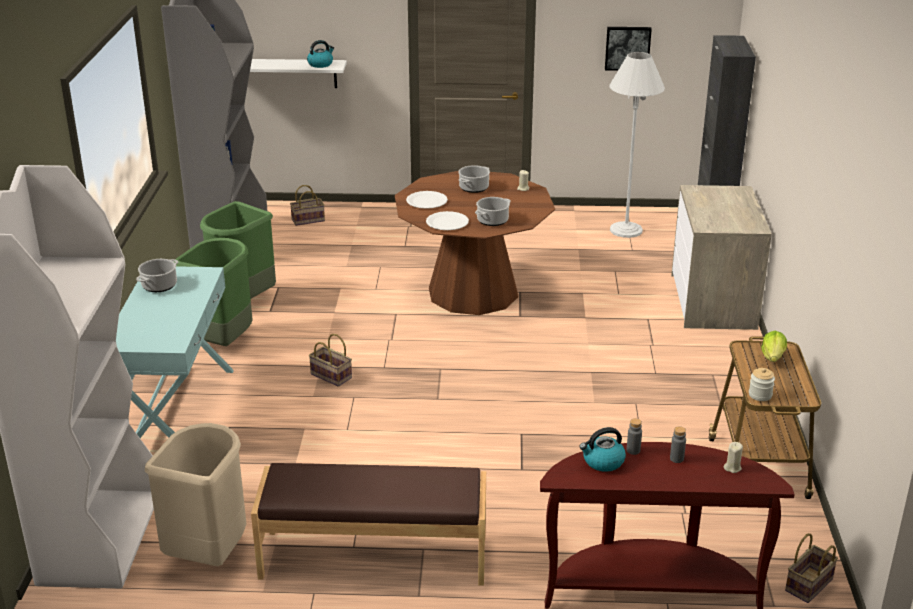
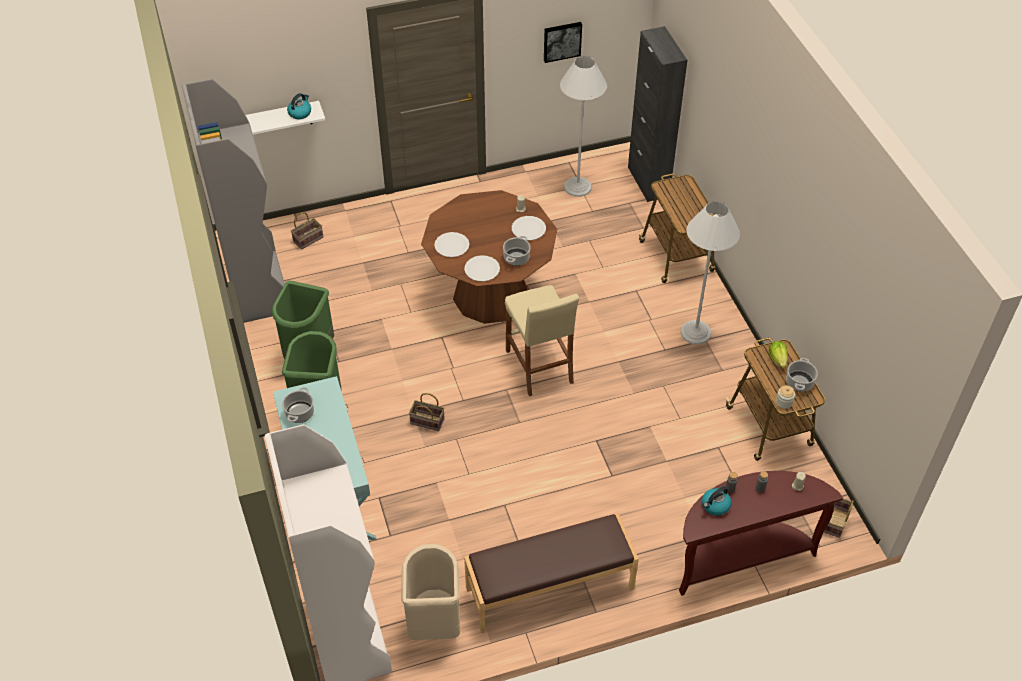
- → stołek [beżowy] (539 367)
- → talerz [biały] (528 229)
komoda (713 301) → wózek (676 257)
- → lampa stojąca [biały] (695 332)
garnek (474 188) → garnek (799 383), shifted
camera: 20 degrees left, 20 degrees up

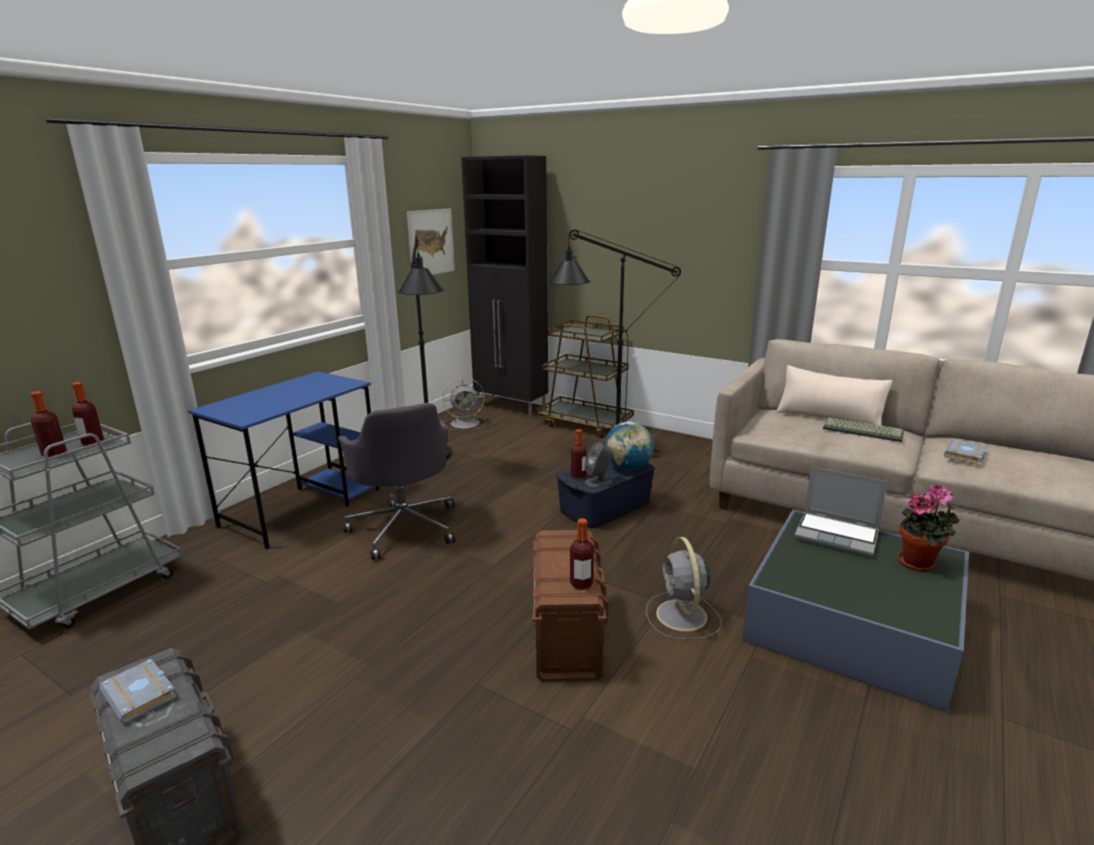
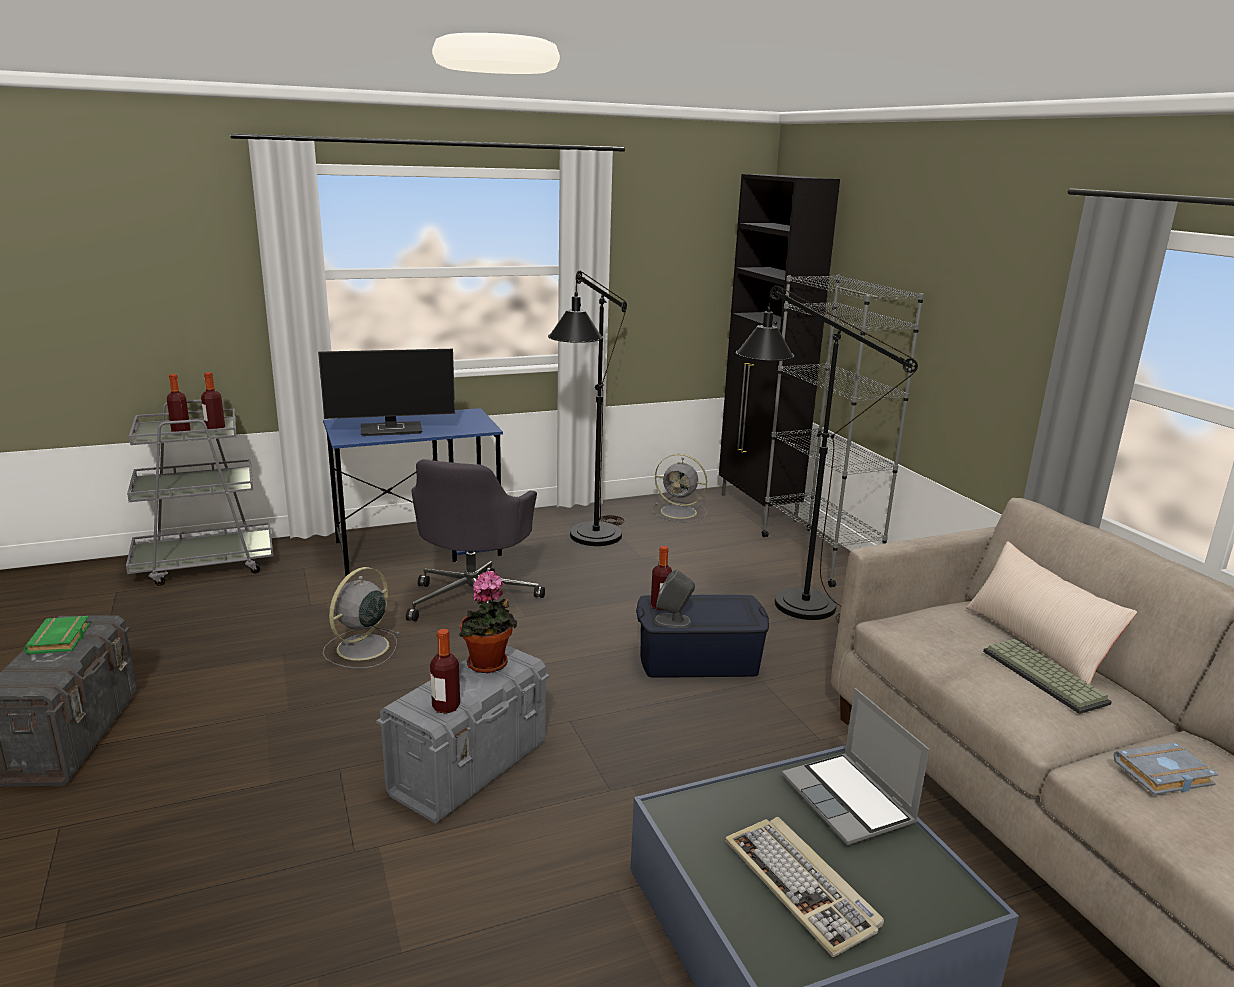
książka [szary] (142 695) → książka [zielony] (61 640)
- → monitor (392 429)
wentylator [szary] (682 617) → wentylator [szary] (361 648), shifted
pojemnik do przechowywania [brązowy] (566 634) → pojemnik do przechowywania [szary] (470 768)
roślina doniczkowa (920 563) → roślina doniczkowa (489 665), shifted
- → klawiatura (802 887)
wózek [brązowy] (585 424) → regał [szary] (819 556)
obraz (431 242) → -
globus (628 468) → -
camera: 35 degrees right, 0 degrees up

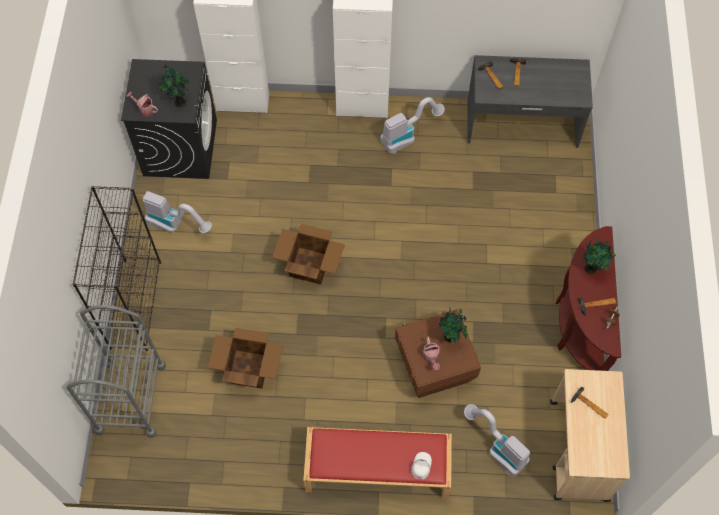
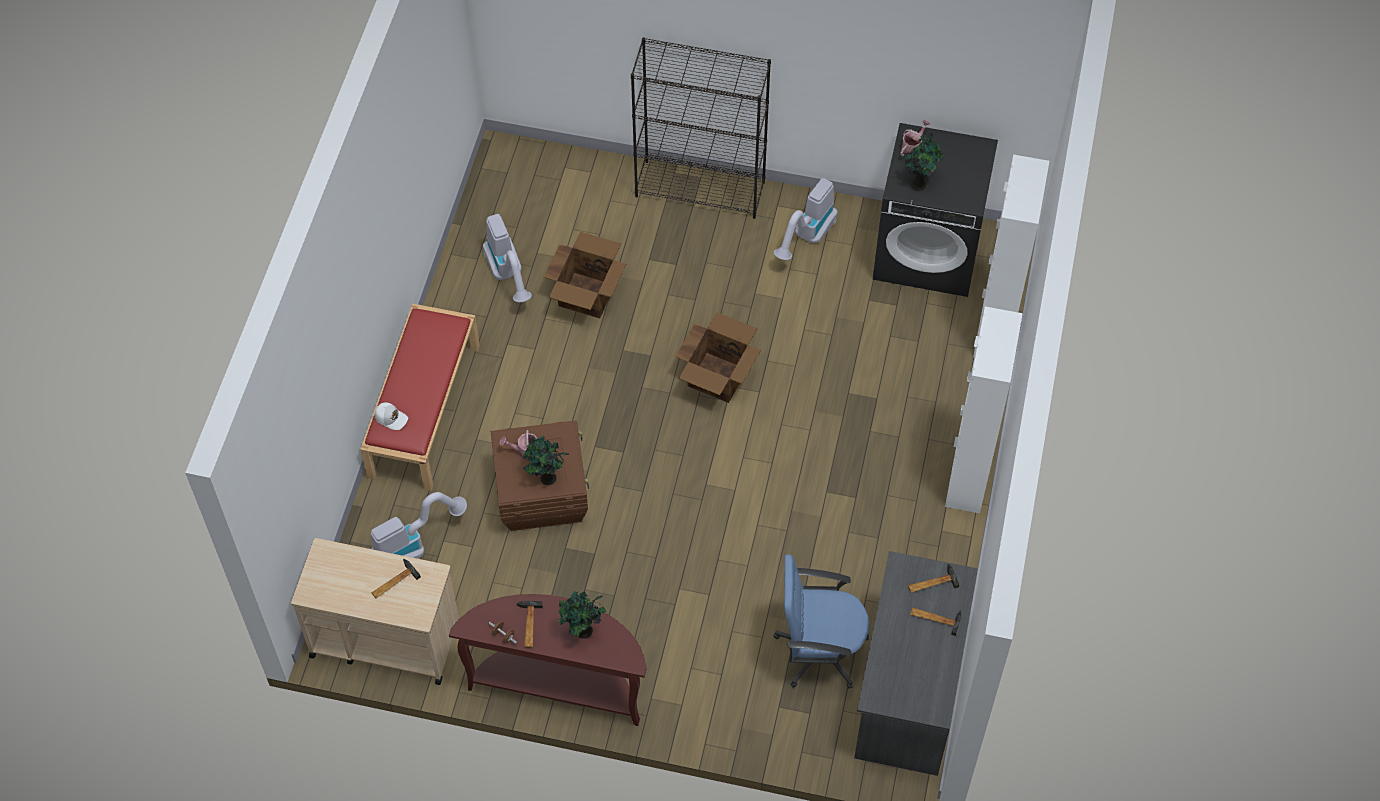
odkurzacz (407 136) → odkurzacz (508 275), shifted
- → krzesło biurowe [niebieski] (819 650)
wózek [szary] (131 398) → -
camera: 100 degrees right, 5 degrees down

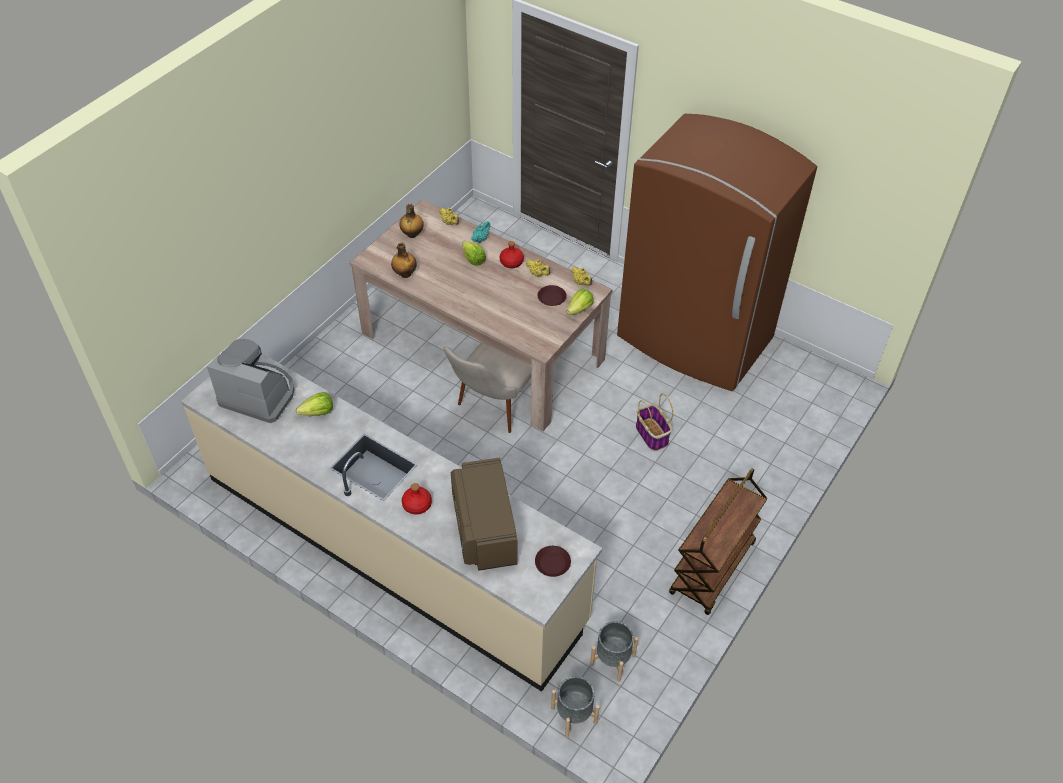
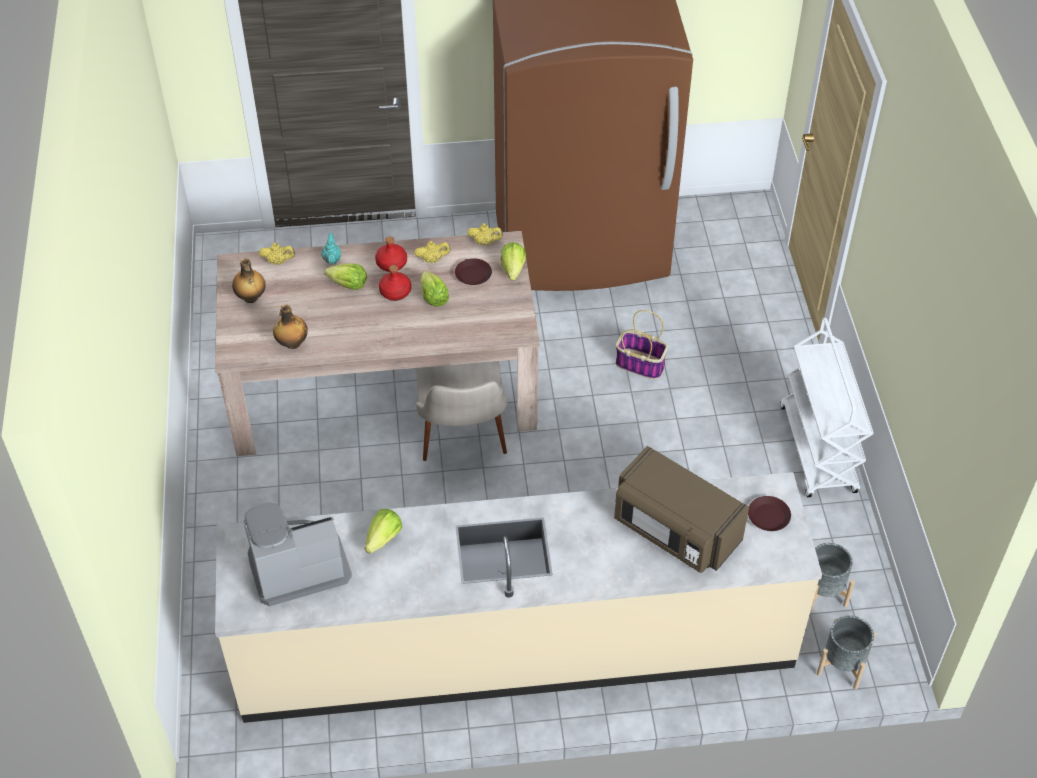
butelka [czerwony] (417 504) → butelka [czerwony] (395 292), shifted
- → sałata (433 297)
wózek [brązowy] (712 569) → wózek [biały] (818 450)
camera: 40 degrees left, 0 degrees up

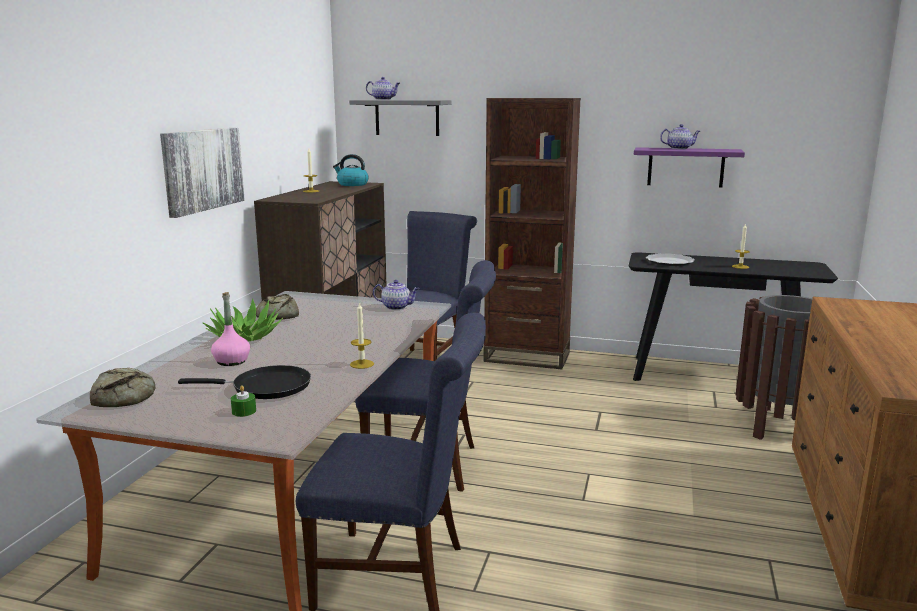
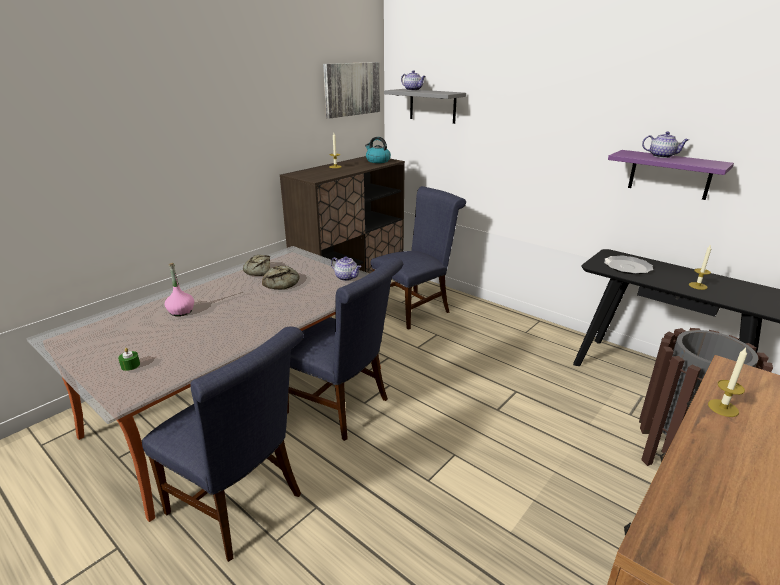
chleb (126 396) → chleb (283 282), shifted
obraz (202 169) → obraz (351 89), shifted
świeca (362 364) → świeca (723 408), shifted
patelnia [czarny] (266 387) → -
roślina doniczkowa (245 336) → -
regał [brązowy] (527 356) → -
camera: 25 degrees right, 10 degrees up

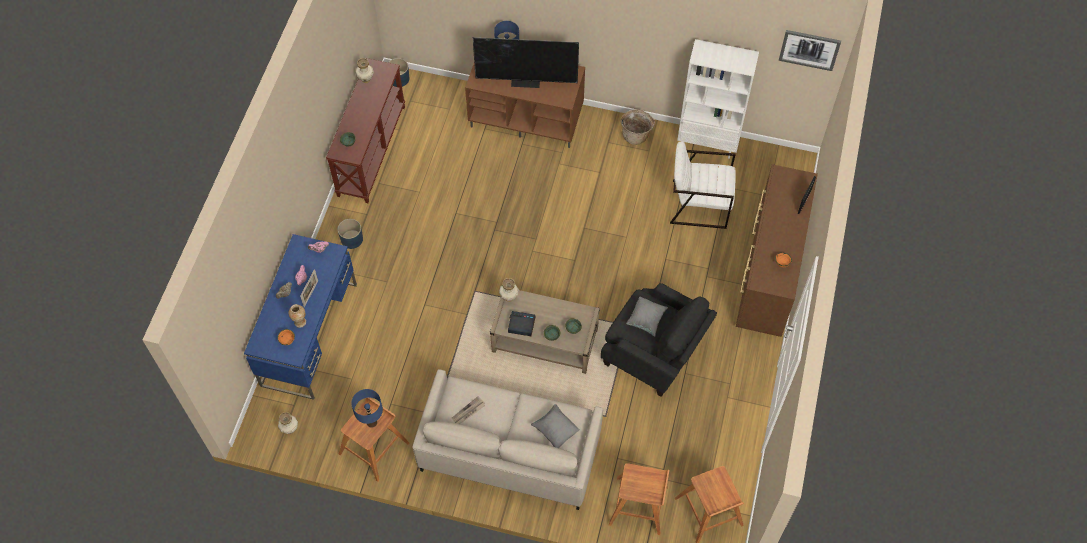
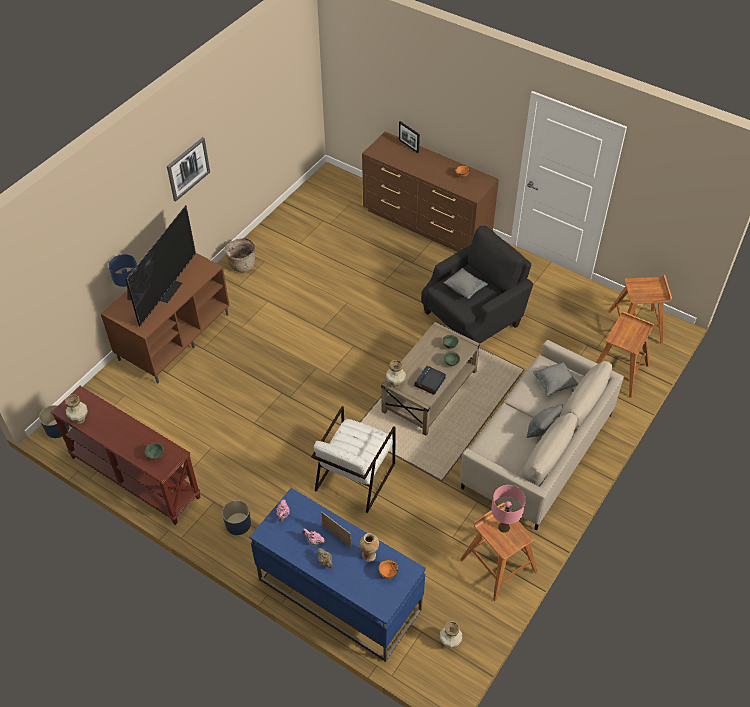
obraz (809 49) → obraz (188 168), shifted
fotel [biały] (699 204) → fotel [biały] (354 477), shifted
lampa stołowa [niebieski] (372 422) → lampa stołowa [różowy] (503 527)
- → poduszka [szary] (541 430)
gazeta (468 412) → -
regał [biały] (708 143) → -
camera: 70 degrees left, 10 degrees down

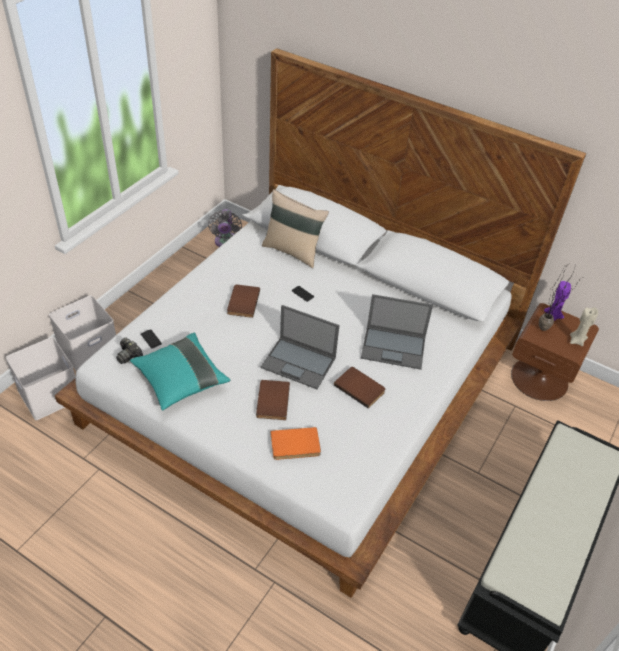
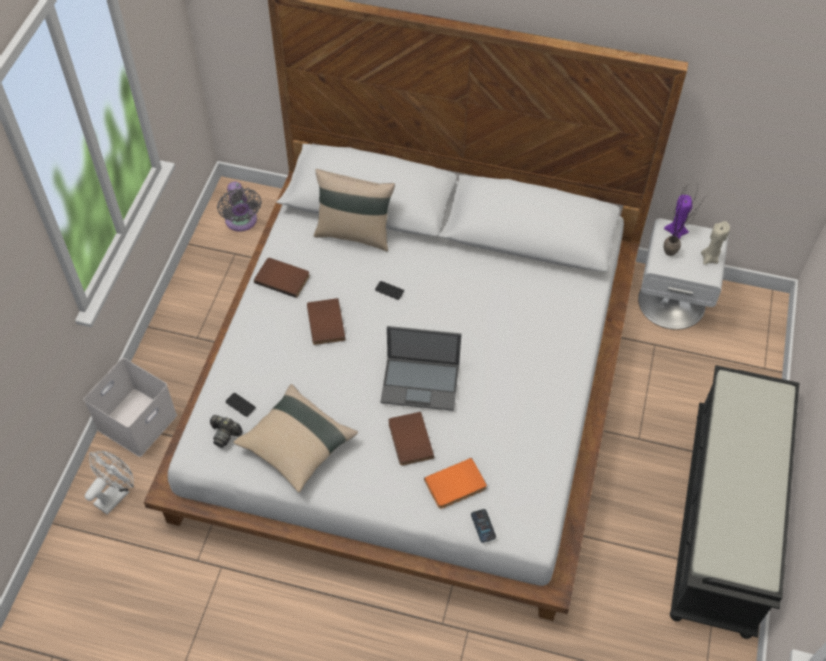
pojemnik do przechowywania [biały] (47 393) → wentylator [biały] (115 494)
poduszka [turkusowy] (180 380) → poduszka [beżowy] (297 446)
książka [brązowy] (360 387) → książka [brązowy] (283 277), shifted
- → telefon (483 526)
szafka nocna [brązowy] (539 378) → szafka nocna [biały] (671 301)
laptop (394 347) → -
camera: 15 degrees left, 10 degrees up

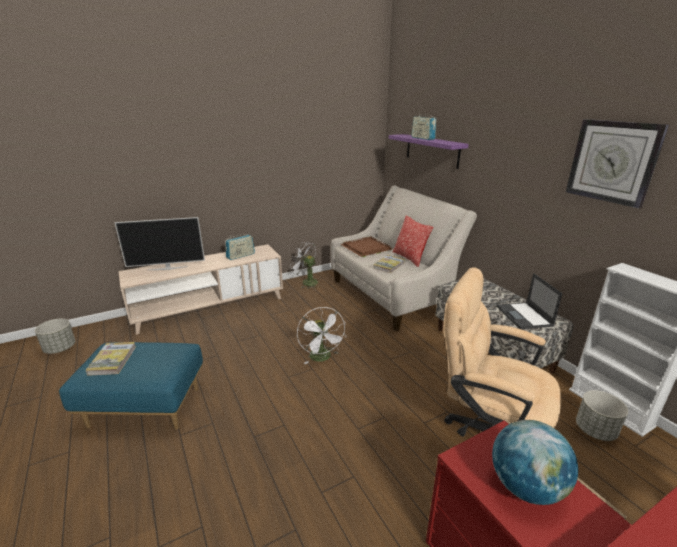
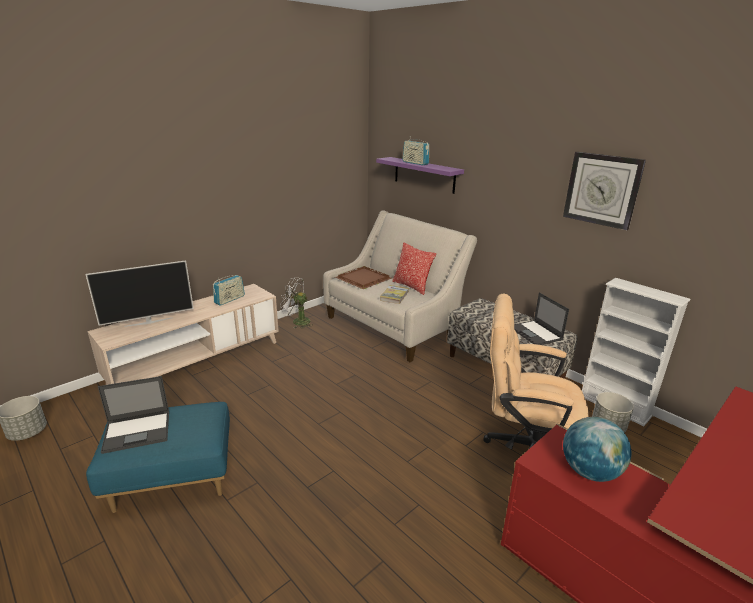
książka (112 360) → laptop (138 431)
wentylator [biały] (322 358) → -
camera: 15 degrees left, 0 degrees up

